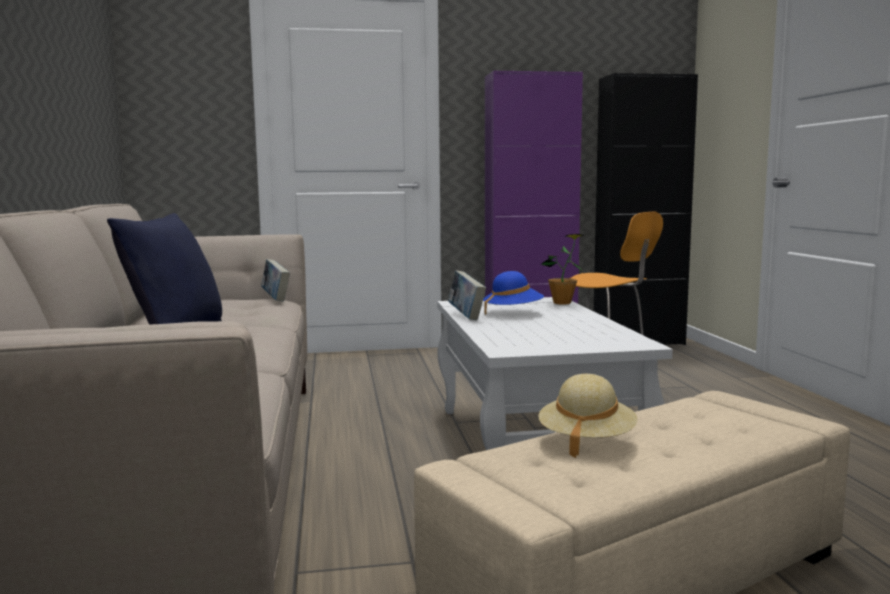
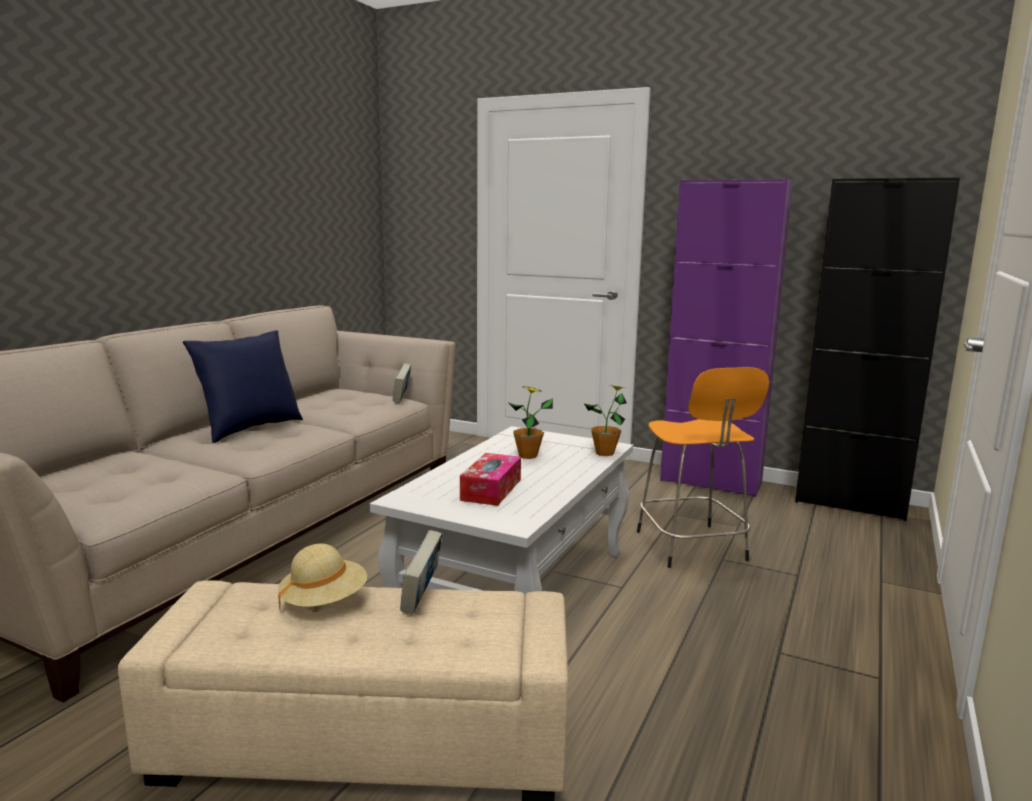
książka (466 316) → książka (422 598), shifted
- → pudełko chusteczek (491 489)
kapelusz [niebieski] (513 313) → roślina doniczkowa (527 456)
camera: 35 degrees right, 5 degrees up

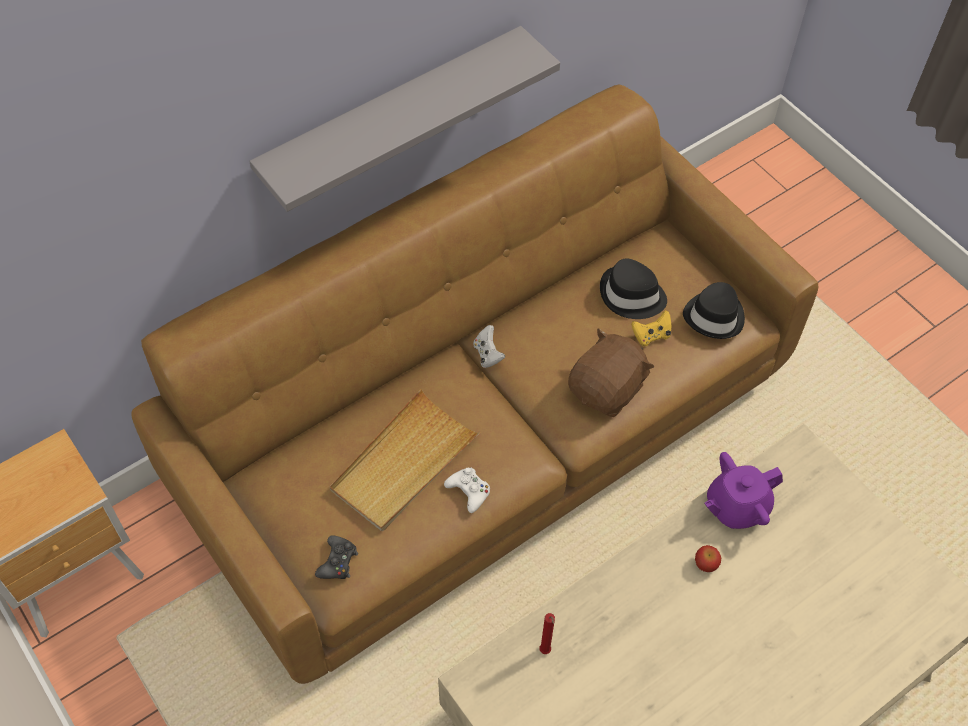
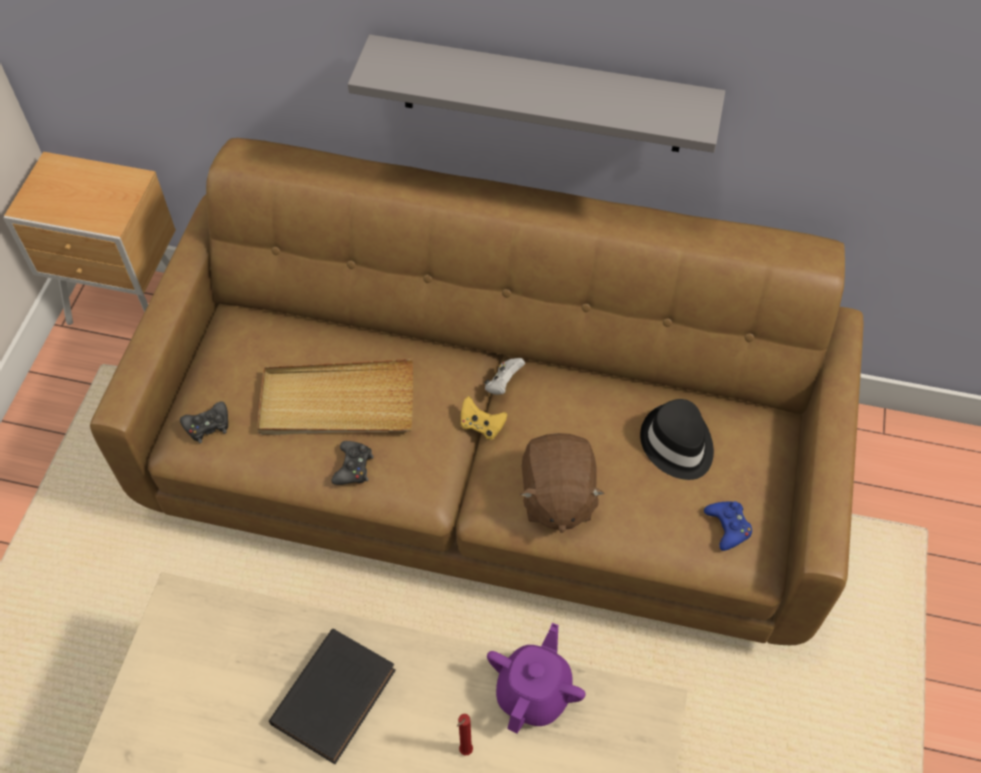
- → książka [czarny] (336 694)
pad do gier [biały] (469 491) → pad do gier [czarny] (353 467)
świeca [czerwony] (545 652) → świeca [czerwony] (464 752), shifted
pad do gier [żółty] (651 335) → pad do gier [żółty] (481 426), shifted
imbryk [fioletowy] (736 506) → imbryk [fioletowy] (534 692), 90 degrees clockwise
pluszak [brązowy] (607 389) → pluszak [brązowy] (556 496), 90 degrees clockwise
kapelusz [czarny] (715 316) → pad do gier [niebieski] (728 527)
jabłko (705 564) → -
camera: 50 degrees right, 0 degrees up

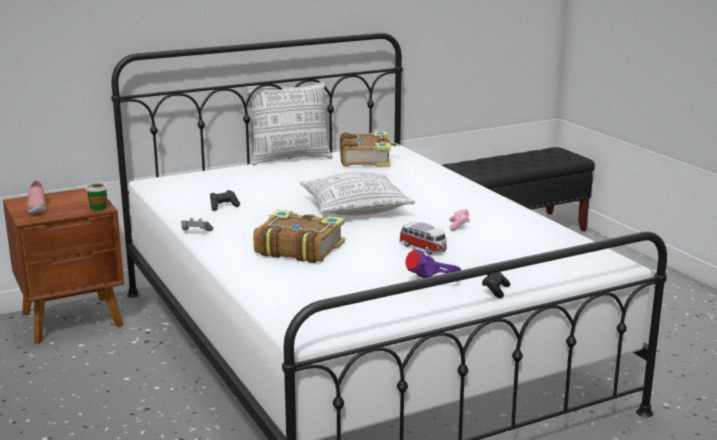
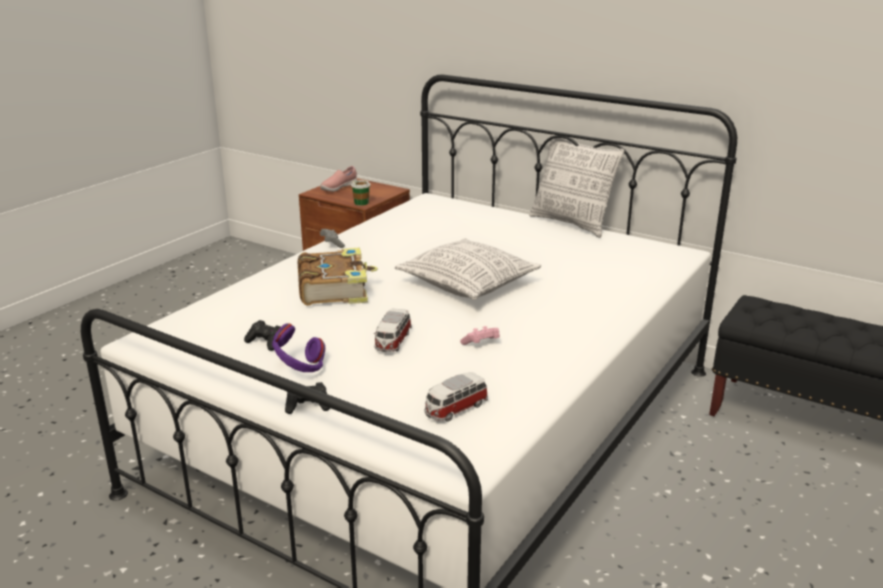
pad do gier [czarny] (223 206) → pad do gier [czarny] (265 342), shifted
- → samochodzik (455 409)
książka (366 159) → -
camera: 60 degrees right, 5 degrees up

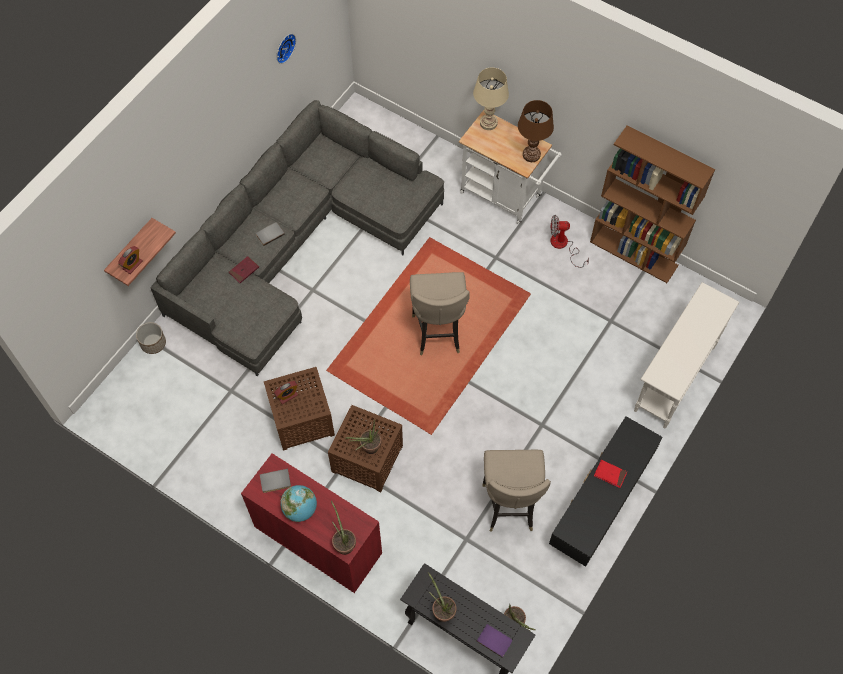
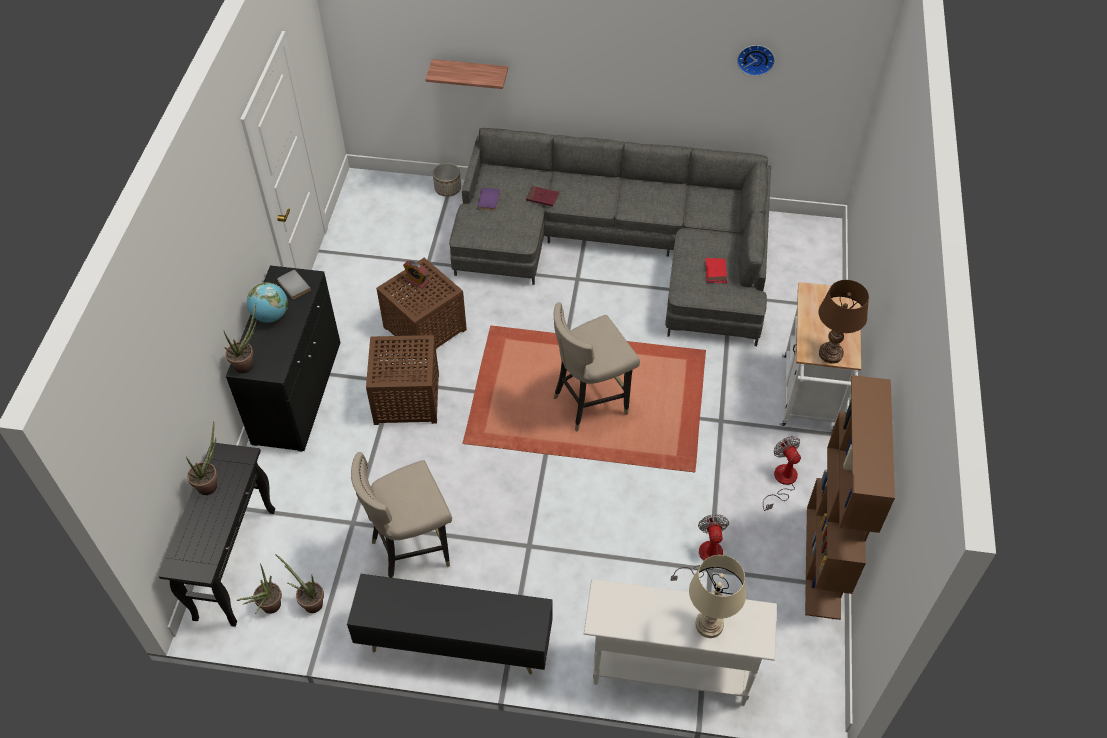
szafka [czerwony] (318 540) → szafka [czarny] (298 393)
roślina doniczkowa (367 448) → roślina doniczkowa (310 602), shifted
książka [fioletowy] (495 640) → książka [fioletowy] (489 200), shifted
- → wentylator (704 558)
lampa stołowa [beżowy] (488 123) → lampa stołowa [beżowy] (709 625), shifted
książka [czerwony] (610 474) → książka [czerwony] (716 272), shifted
budzik (132 265) → -
książka [szary] (269 234) → -
camera: 65 degrees right, 10 degrees down

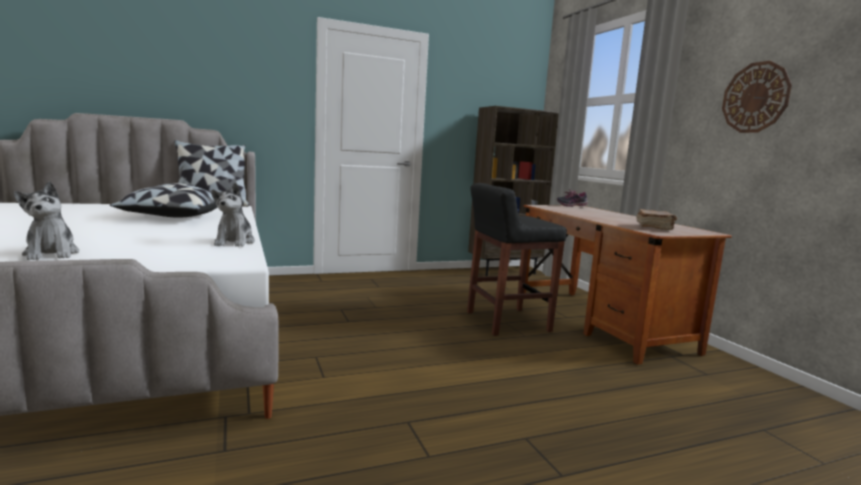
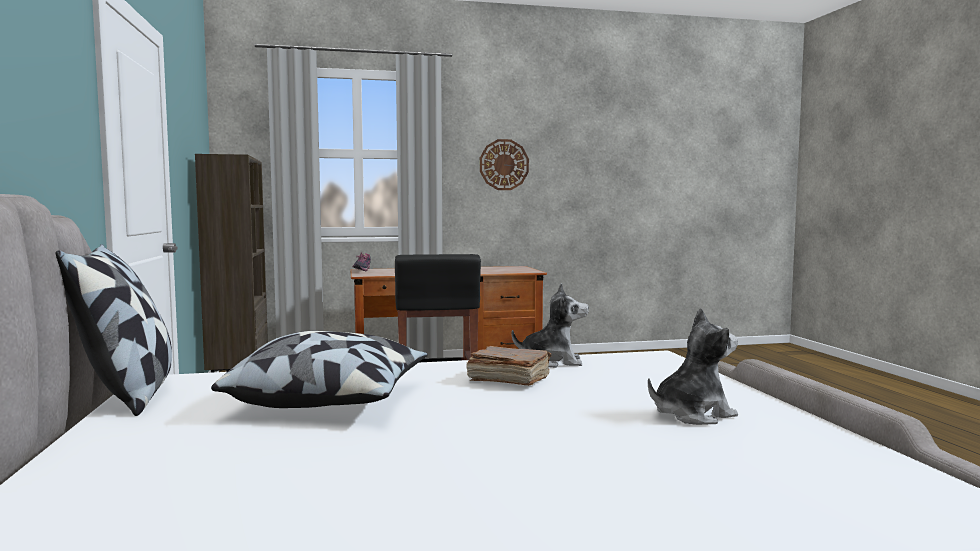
książka [brązowy] (654 228) → książka [brązowy] (508 380), shifted
camera: 80 degrees left, 5 degrees down

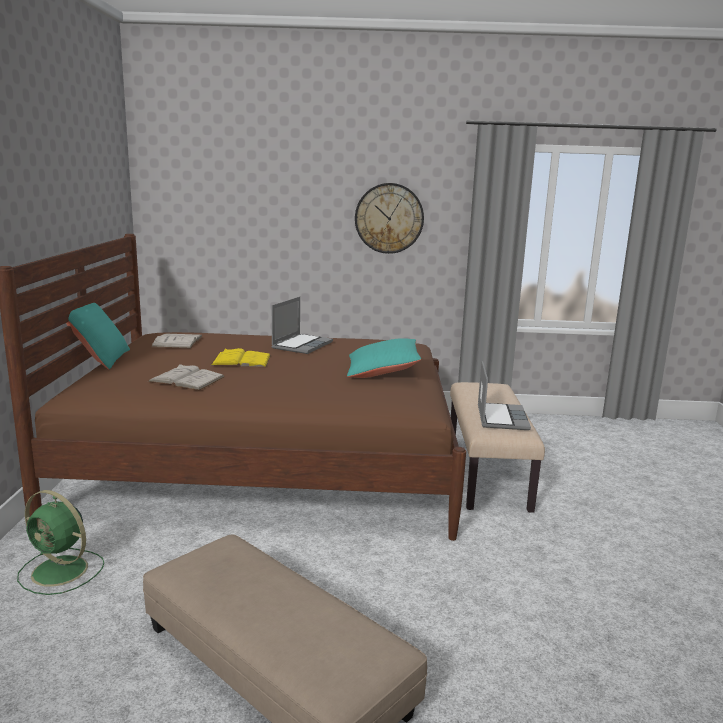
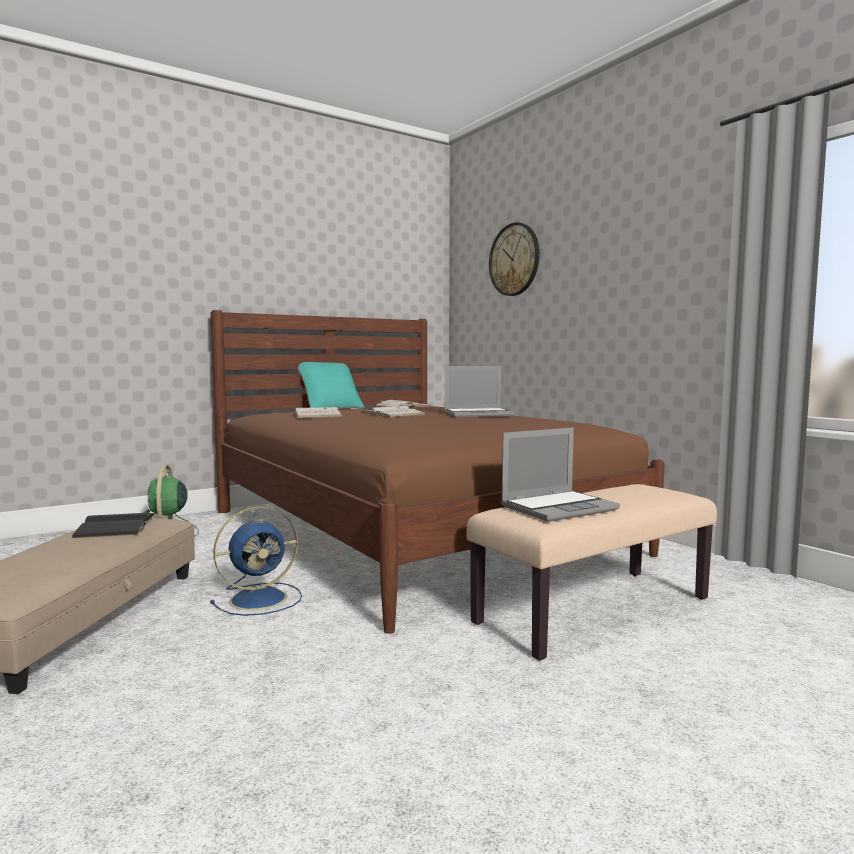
- → książka [czarny] (116 526)
- → wentylator [niebieski] (261 599)
książka [żółty] (241 360) → książka [biały] (392 414)
zegar ścienny (389 218) → zegar ścienny (514 259), shifted
poduszka [turkusowy] (382 371) → -
camera: 55 degrees right, 10 degrees down

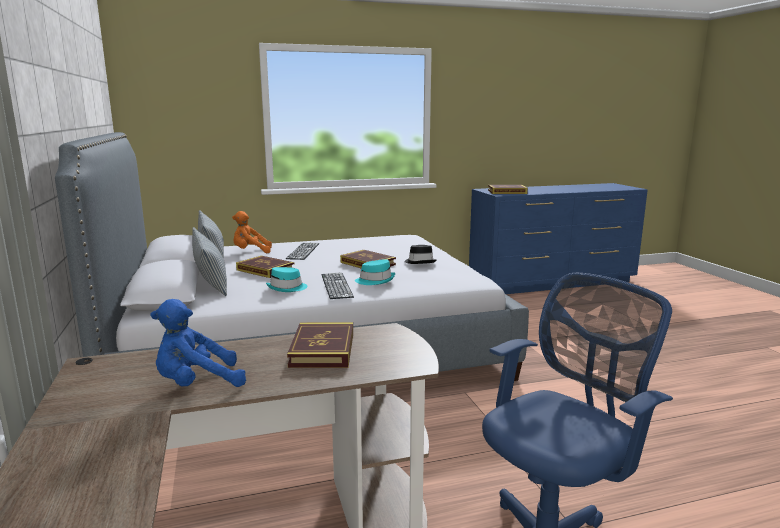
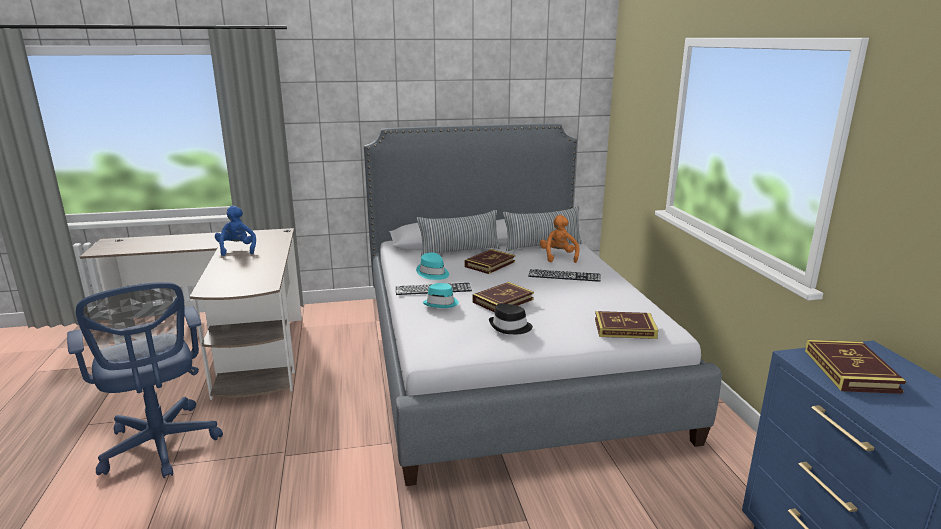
książka (322 349) → książka (625 328), shifted
camera: 95 degrees right, 5 degrees up

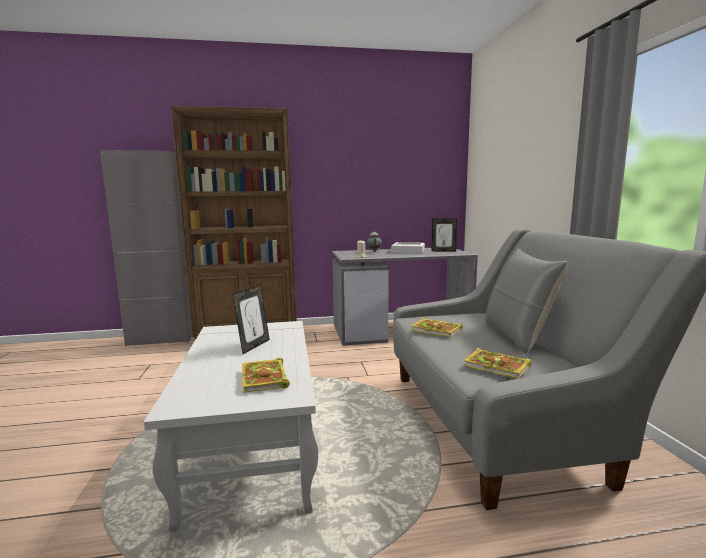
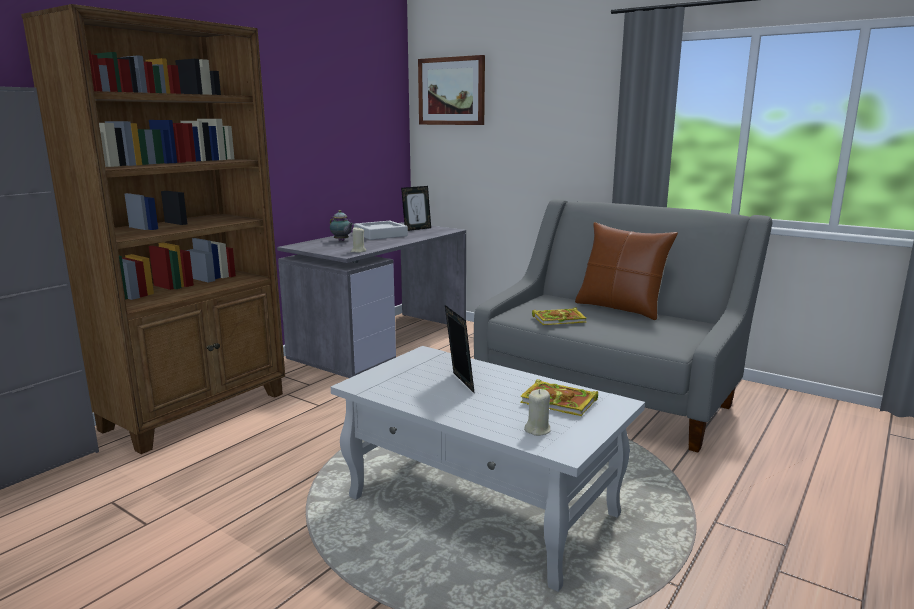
- → obraz (451 91)
- → świeca [beżowy] (537 430)
poduszka [szary] (517 336) → poduszka [brązowy] (620 308)
książka (498 367) → -
camera: 45 degrees left, 5 degrees up

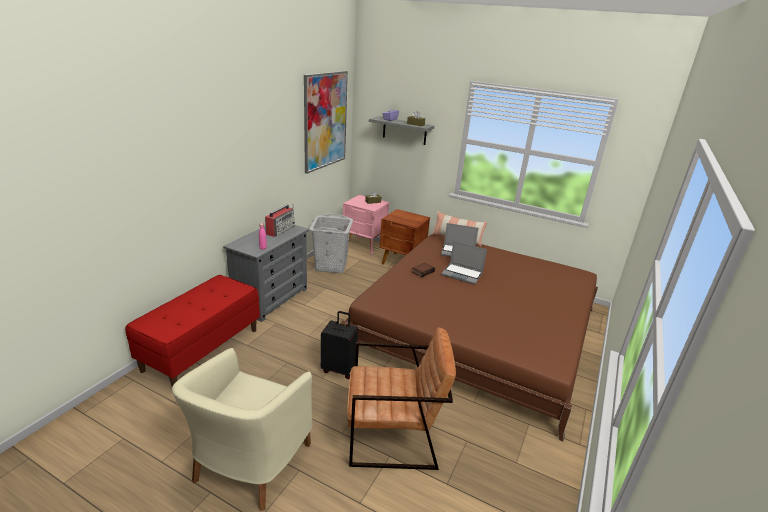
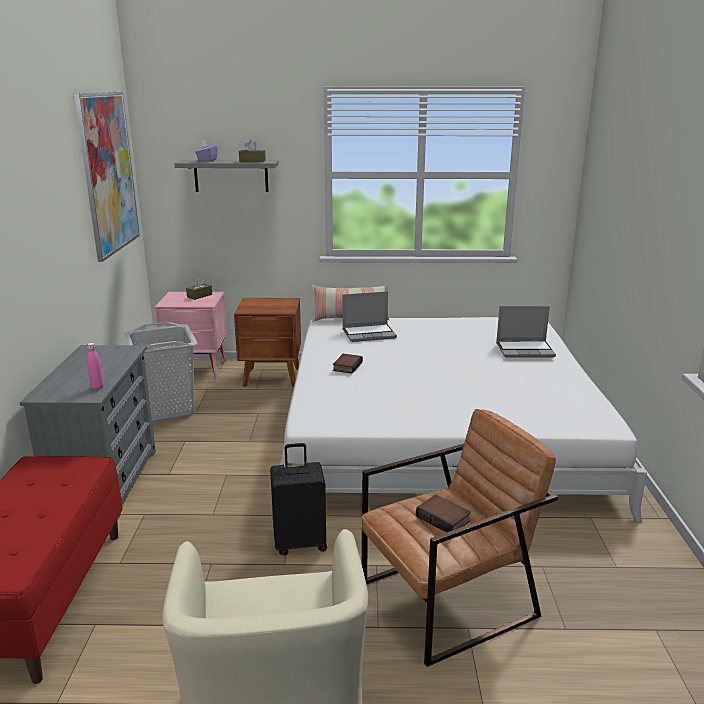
łóżko [brązowy] (476 328) → łóżko [biały] (437 429)
- → książka (444 518)
laptop (462 274) → laptop (525 350), shifted
radio (280 230) → -
camera: 25 degrees left, 5 degrees down

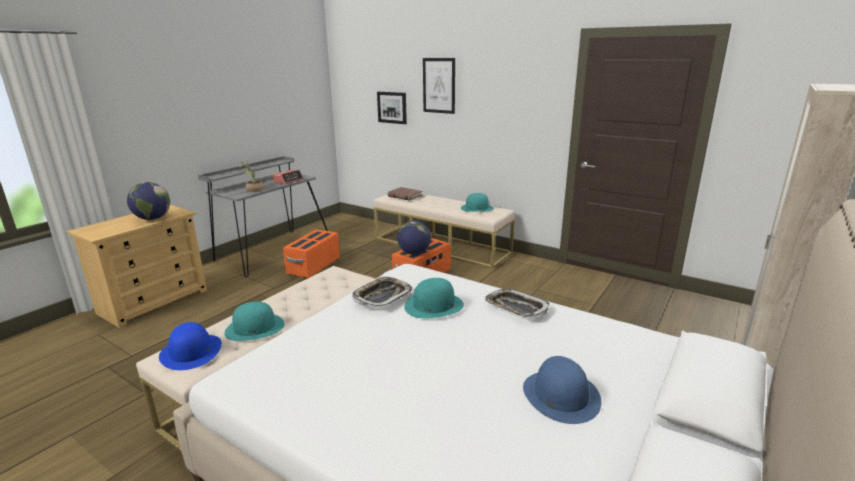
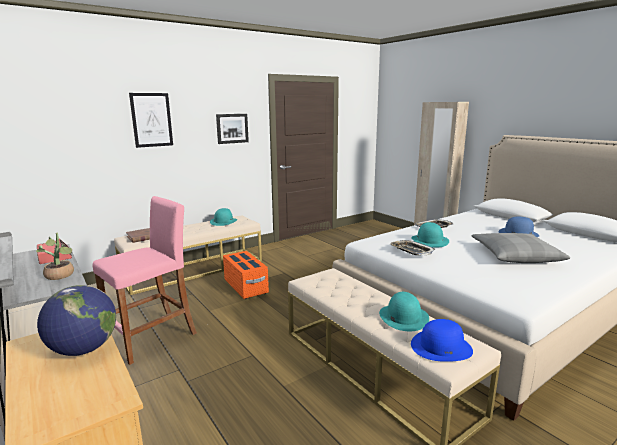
pojemnik do przechowywania [pomarańczowy] (313 266) → stołek [różowy] (153 338)
obraz (392 107) → obraz (232 128), shifted
- → poduszka [szary] (515 255)
globus (414 253) → -
camera: 70 degrees left, 5 degrees down

